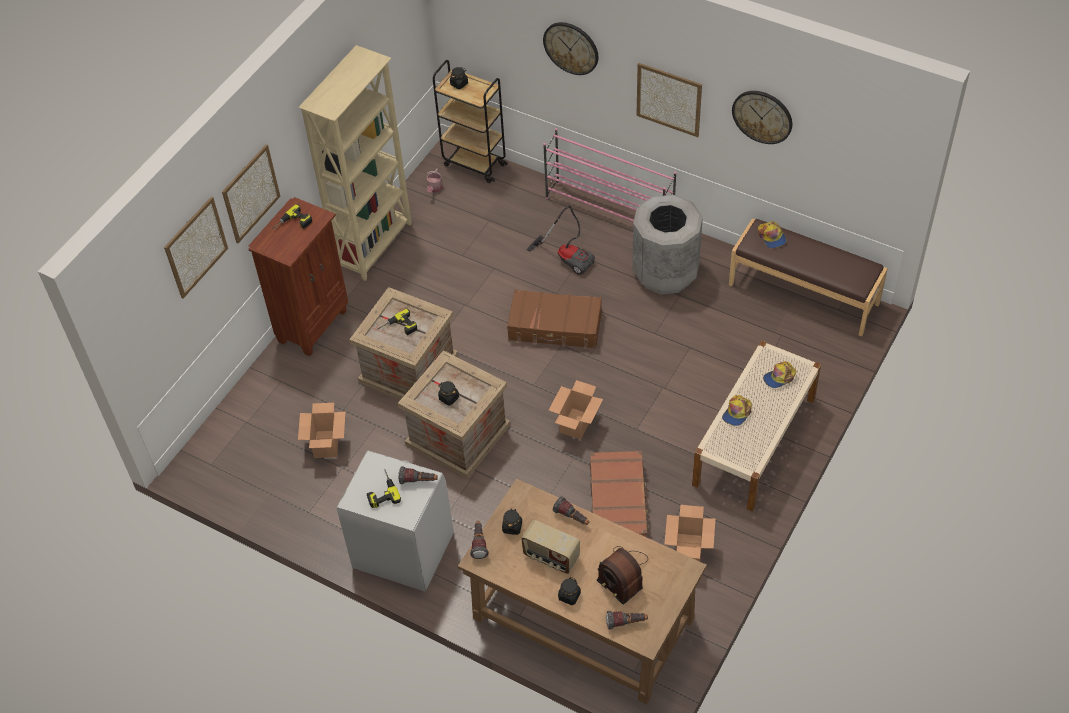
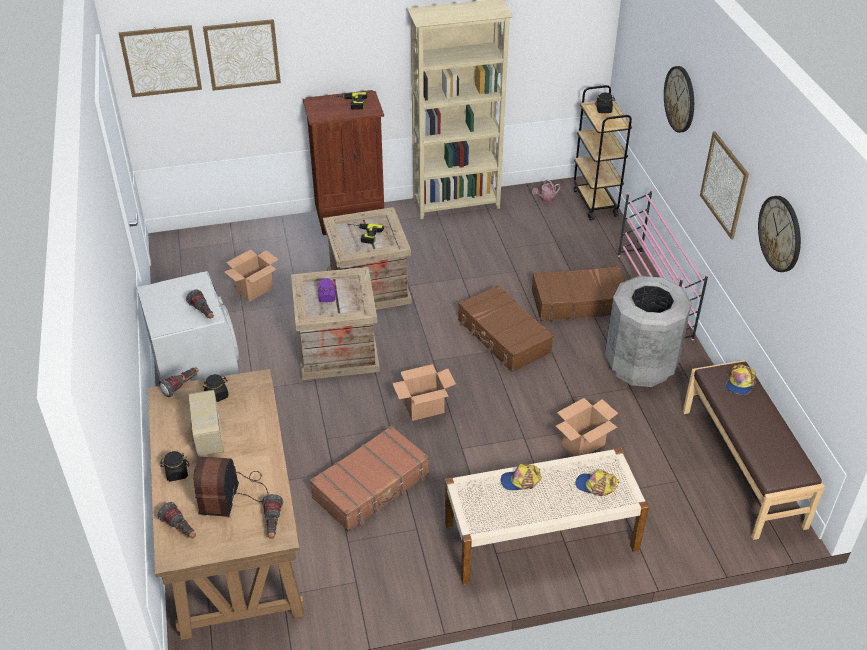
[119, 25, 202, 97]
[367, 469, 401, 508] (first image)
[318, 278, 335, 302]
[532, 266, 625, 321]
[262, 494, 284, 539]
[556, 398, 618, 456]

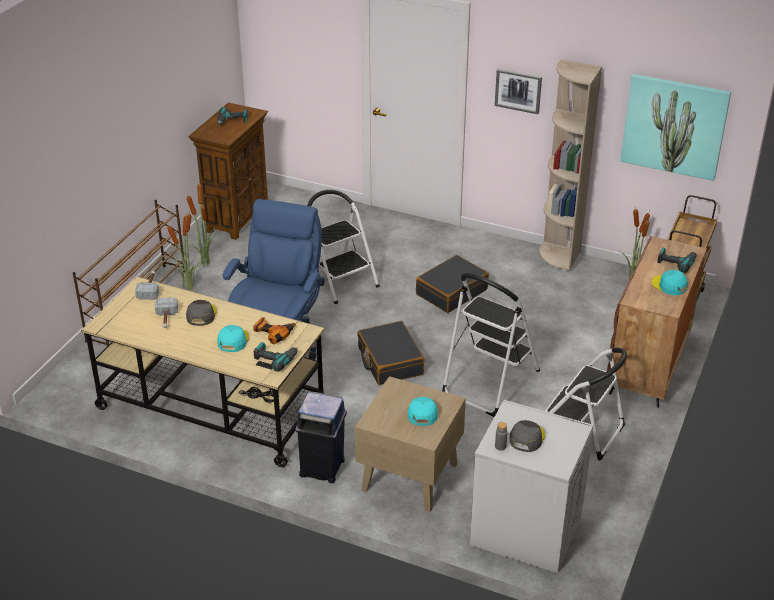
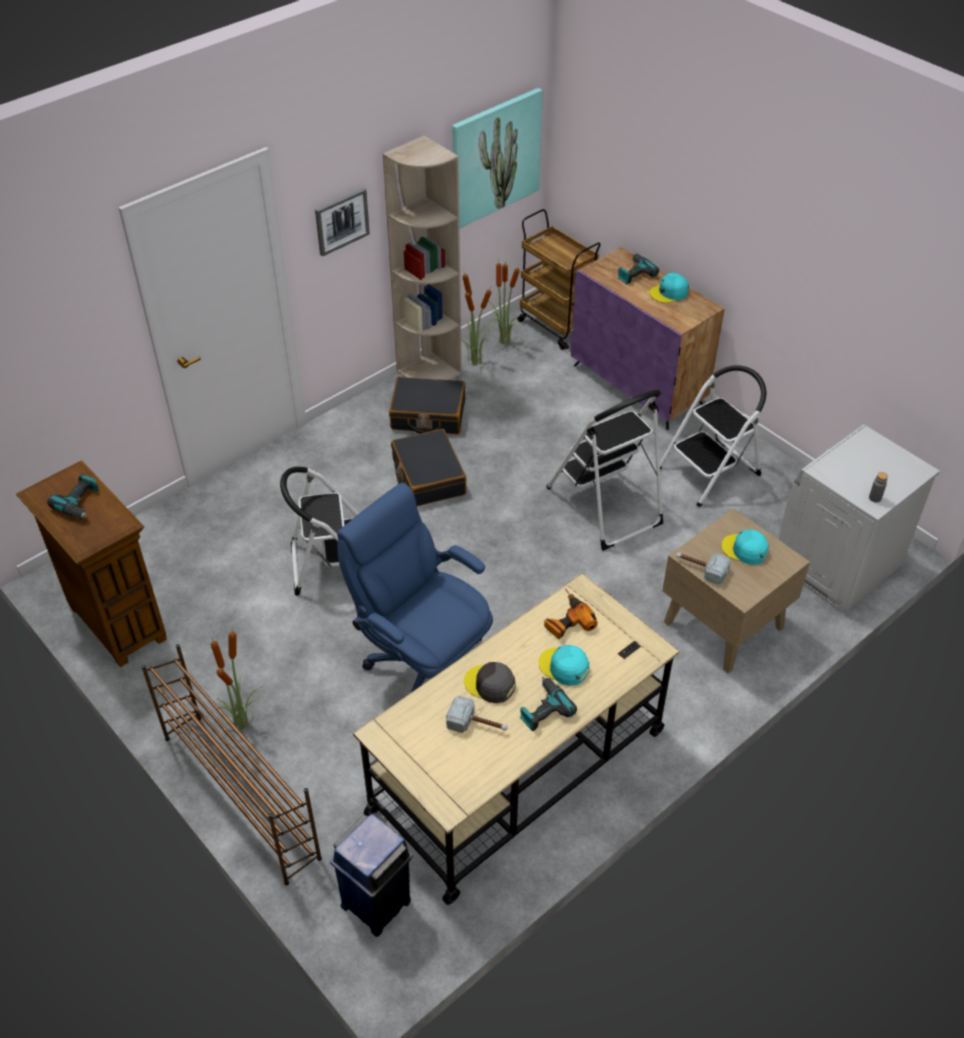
[676, 552, 731, 585]
[461, 272, 495, 365]
[520, 677, 577, 731]
[330, 814, 413, 937]
[389, 377, 465, 434]
[509, 420, 545, 452] (first image)
[571, 247, 724, 430]

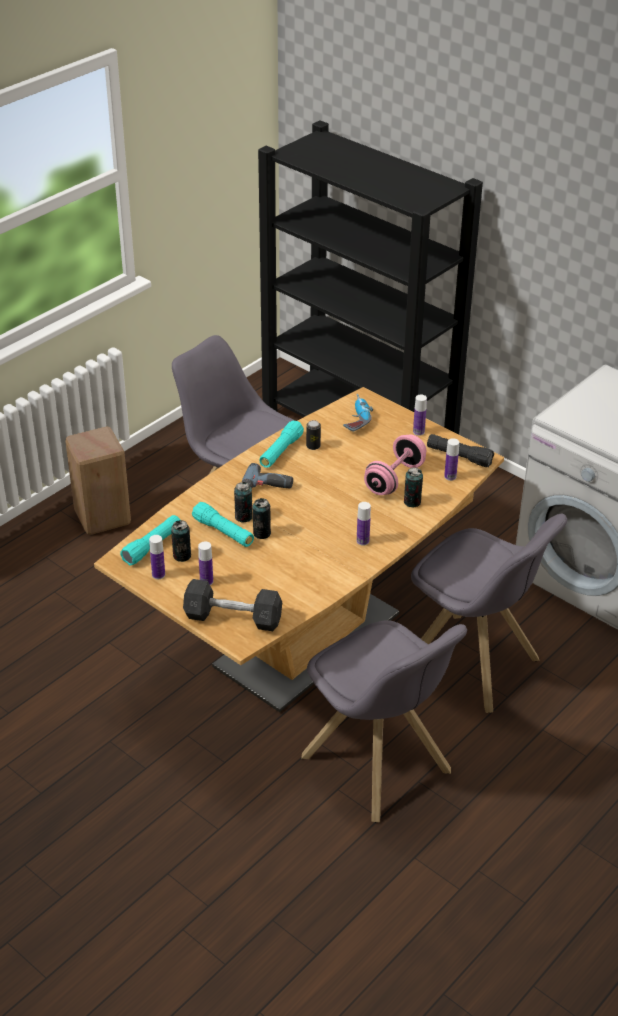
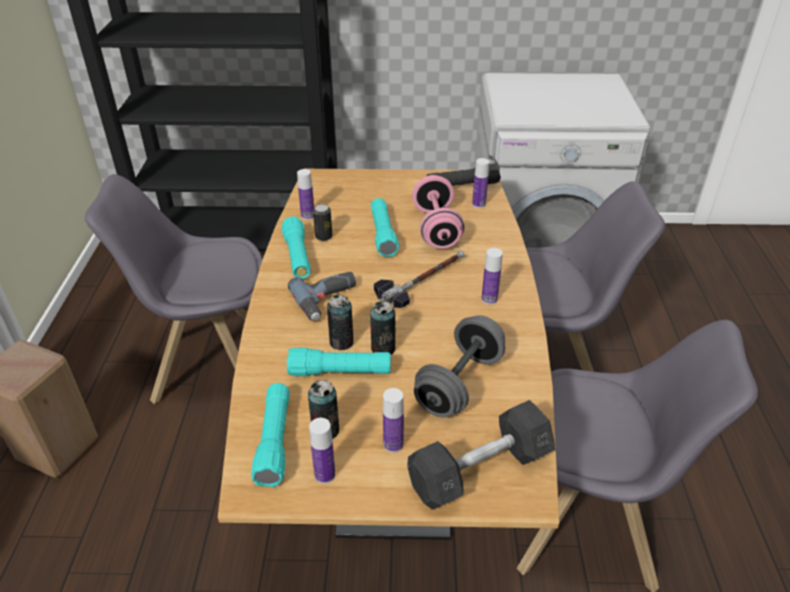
[343, 394, 373, 431] (first image)
[404, 468, 423, 508] (first image)
[297, 169, 314, 220]
[371, 198, 399, 257]
[374, 250, 465, 308]
[414, 315, 505, 417]

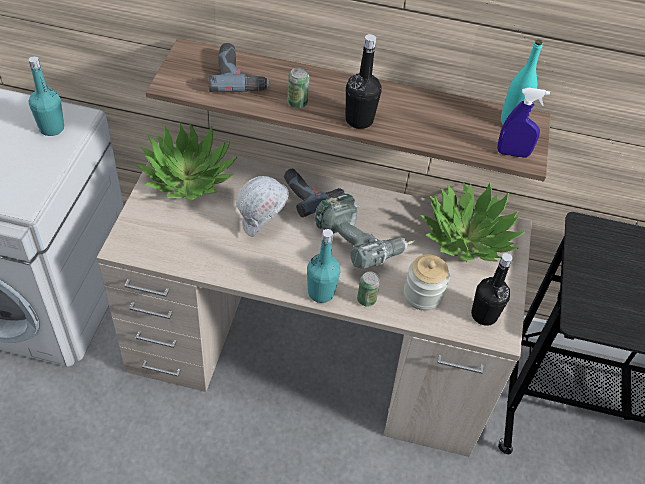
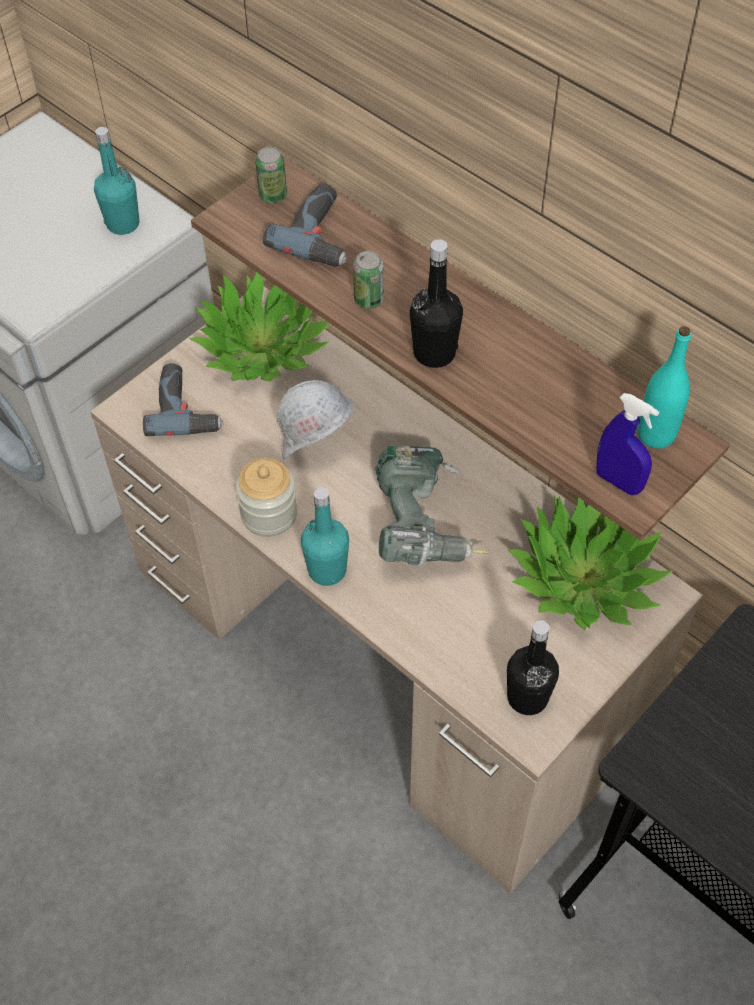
[143, 363, 224, 436]
[255, 147, 287, 203]
[236, 458, 297, 537]

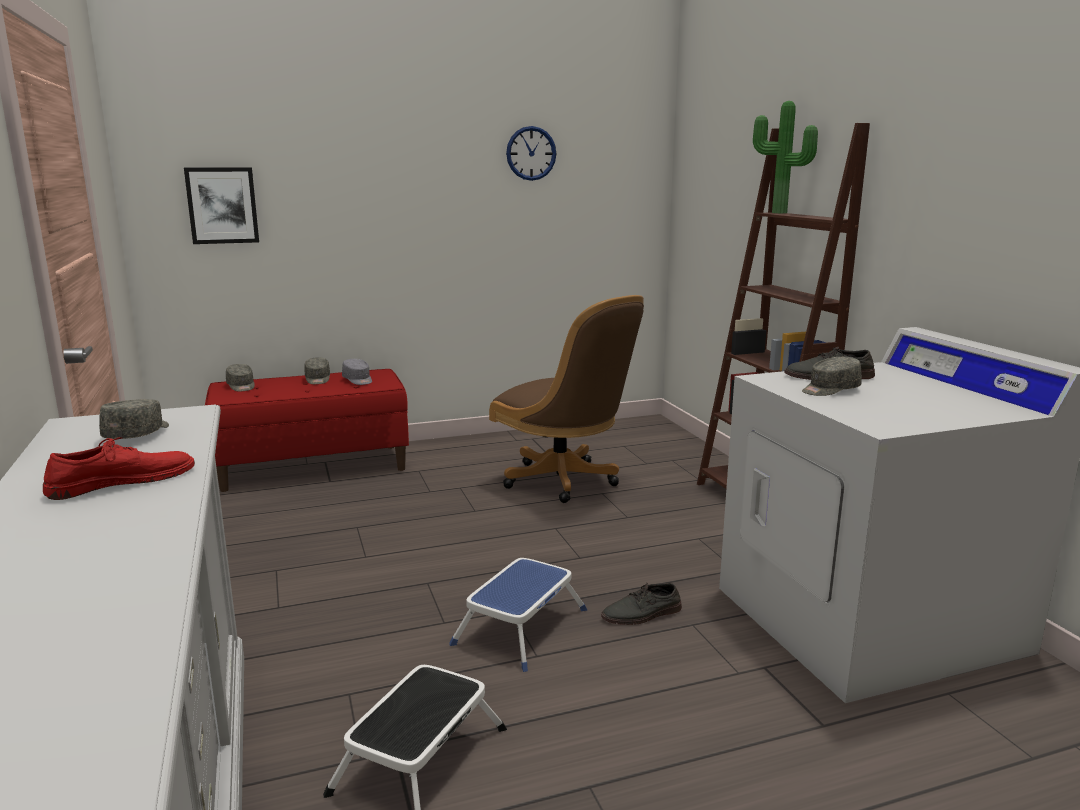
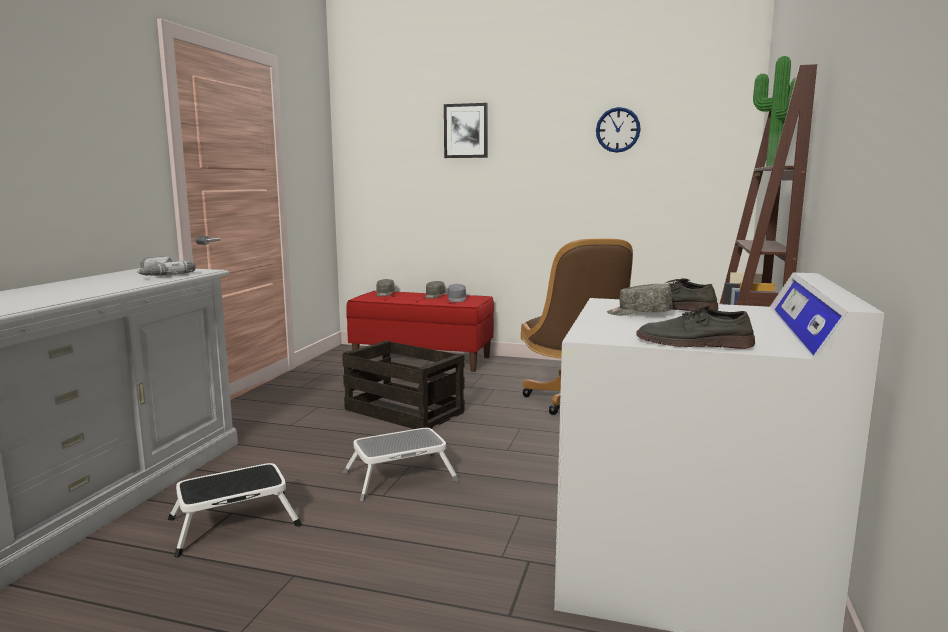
[43, 437, 195, 500] (first image)
[137, 256, 196, 276]
[444, 103, 488, 158]
[343, 428, 459, 501]
[636, 305, 755, 349]
[342, 340, 465, 429]

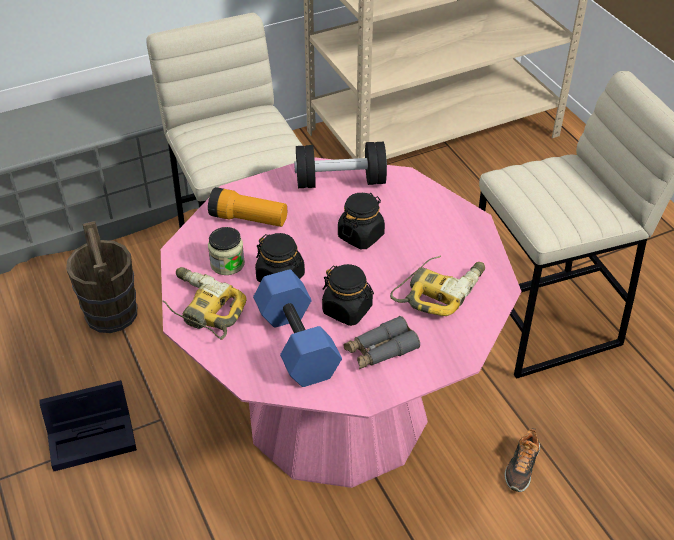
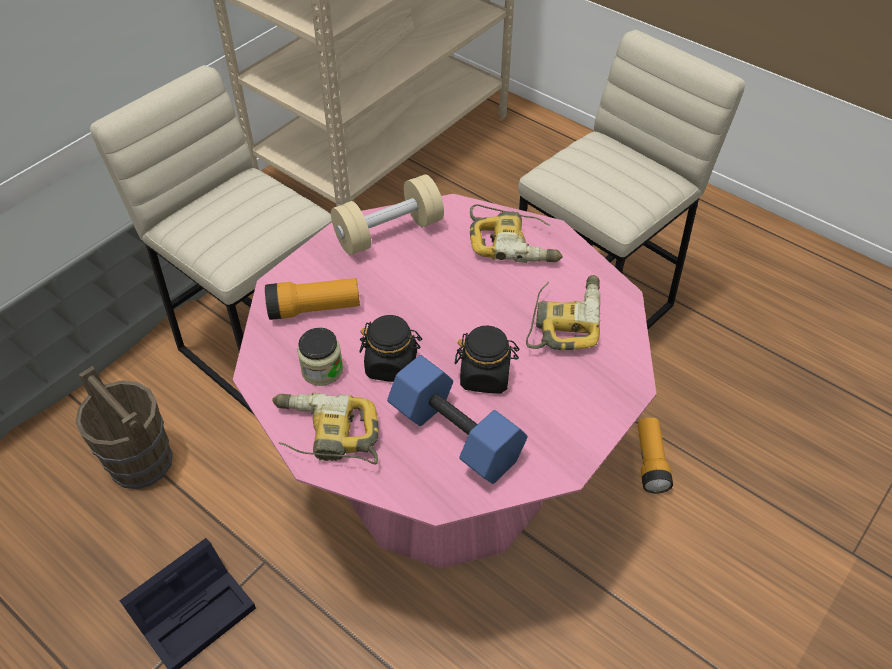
[331, 174, 444, 255]
[338, 193, 385, 249] (first image)
[343, 316, 420, 369] (first image)
[638, 417, 673, 494]
[470, 204, 563, 263]

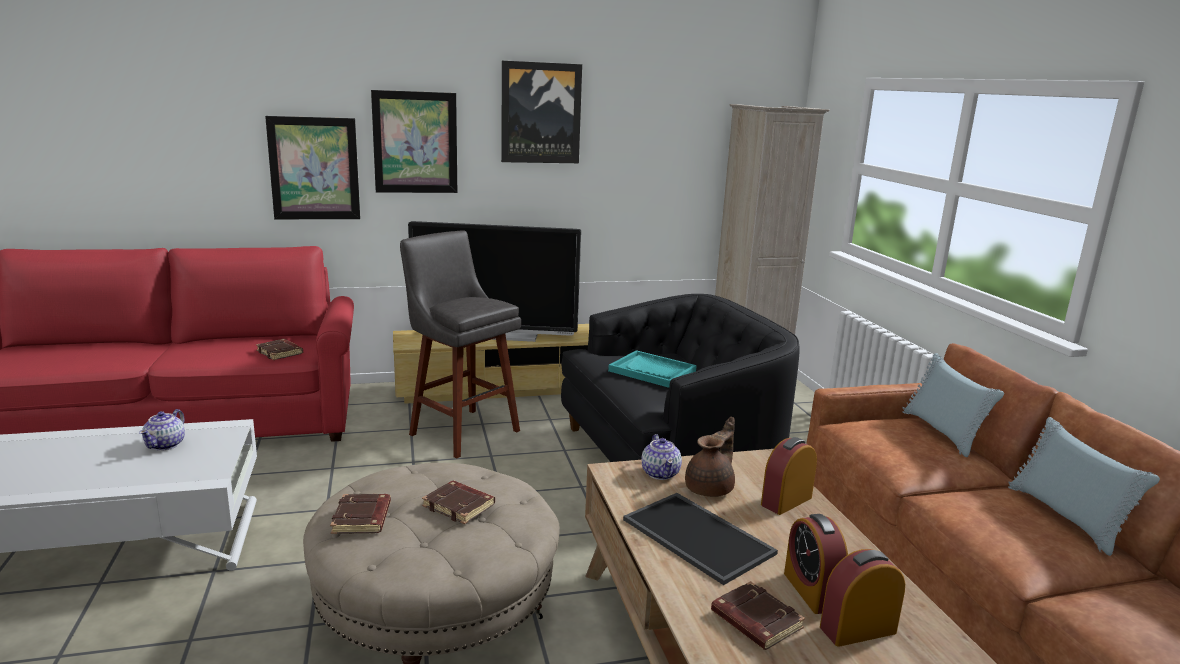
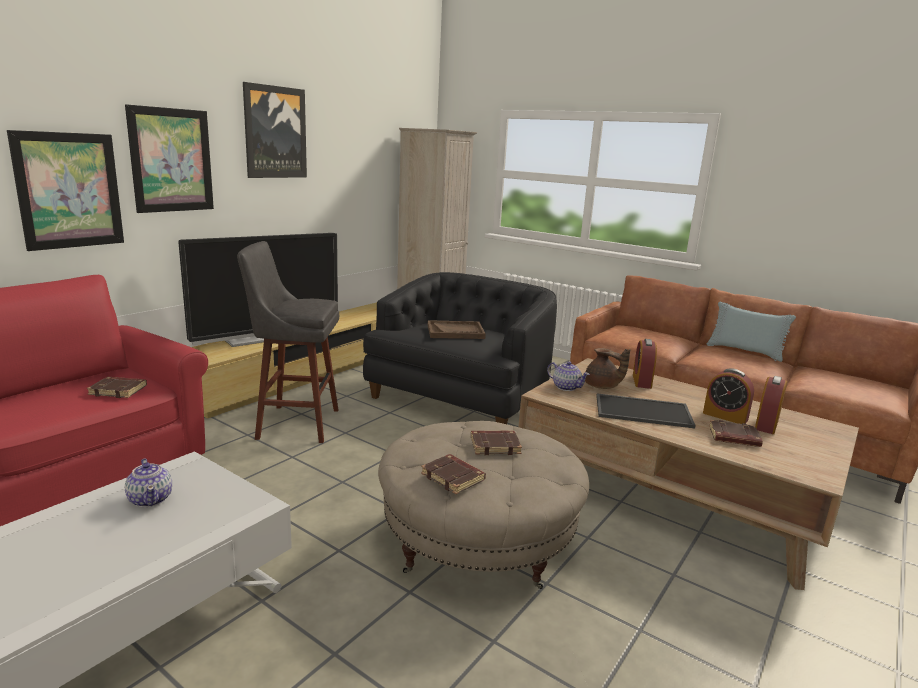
[428, 320, 486, 339]
[585, 348, 630, 389]
[902, 353, 1004, 457] (first image)

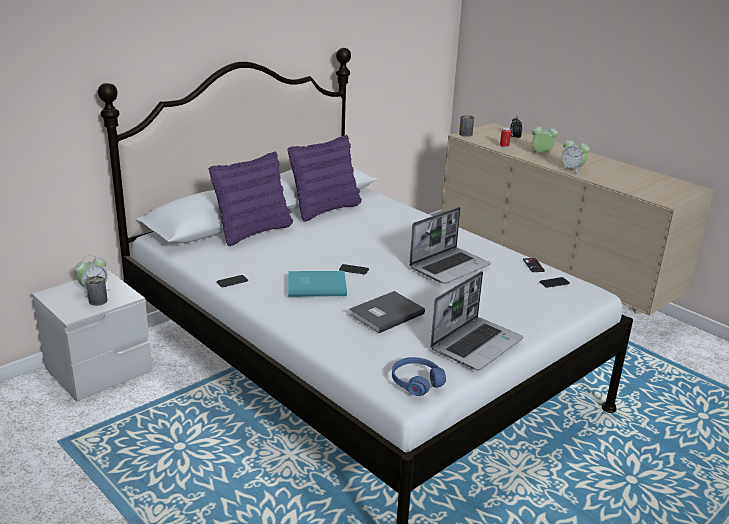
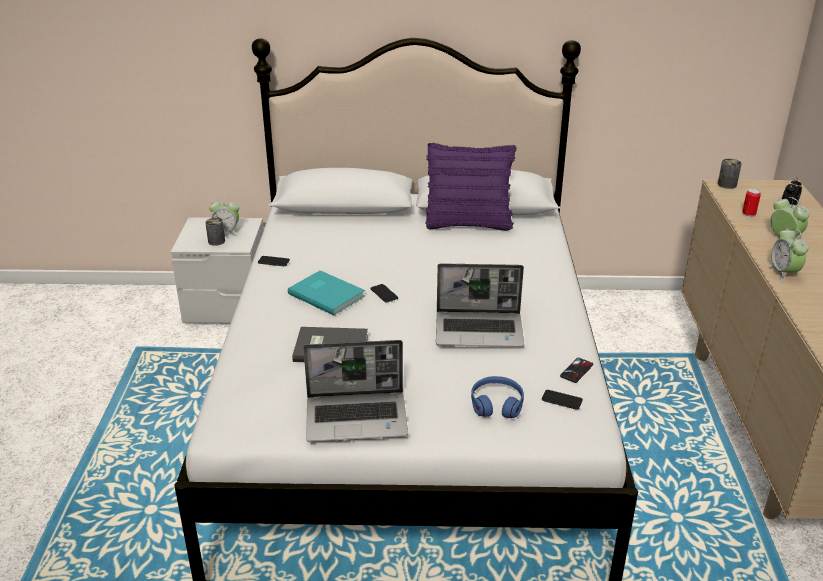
[208, 151, 293, 246] (first image)
[471, 376, 524, 418]

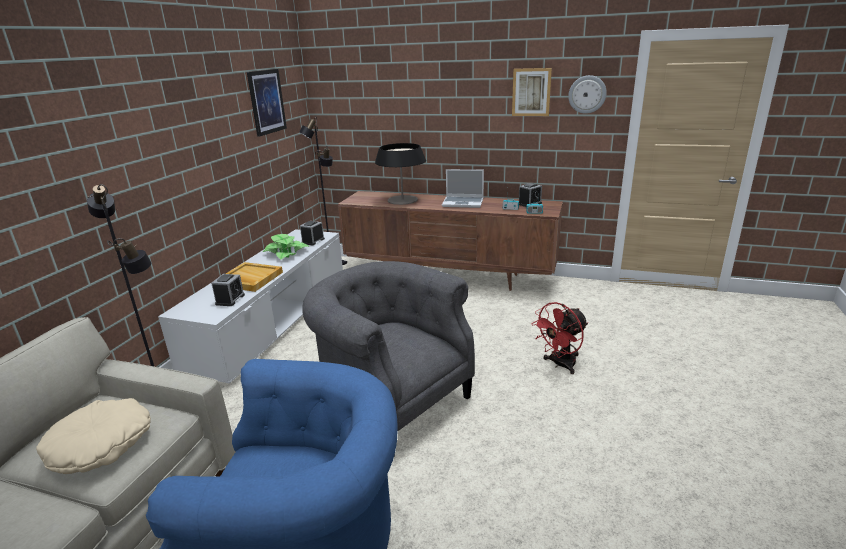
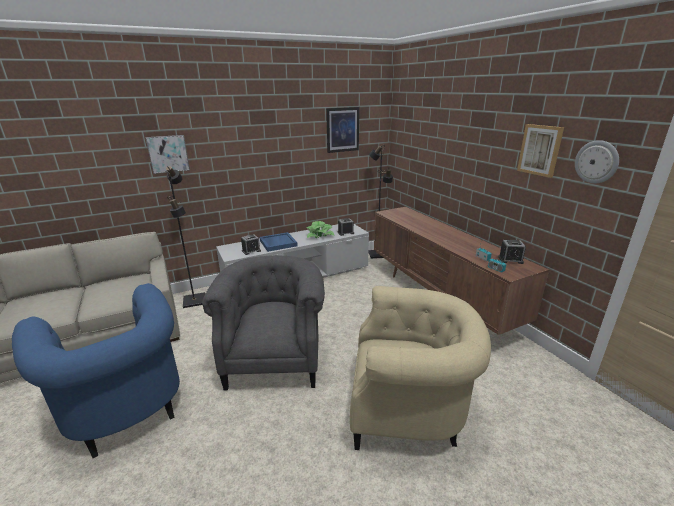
[36, 398, 151, 474] (first image)
[260, 232, 298, 252]
[375, 143, 426, 205] (first image)
[442, 169, 484, 208] (first image)
[350, 286, 491, 450]
[145, 135, 190, 174]

